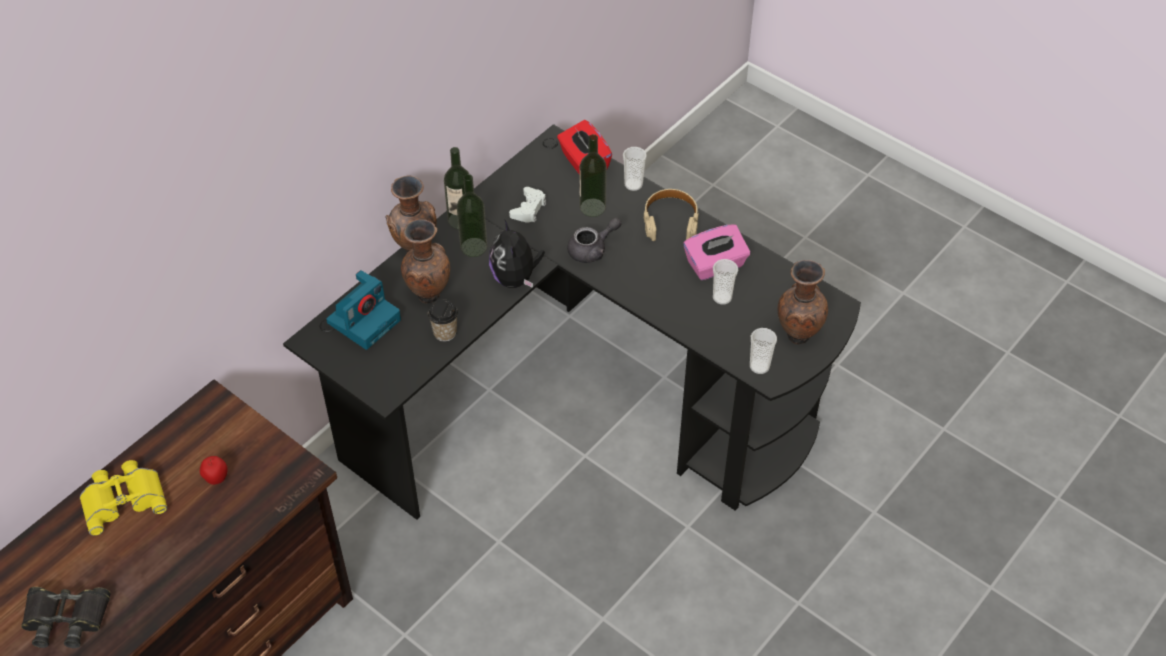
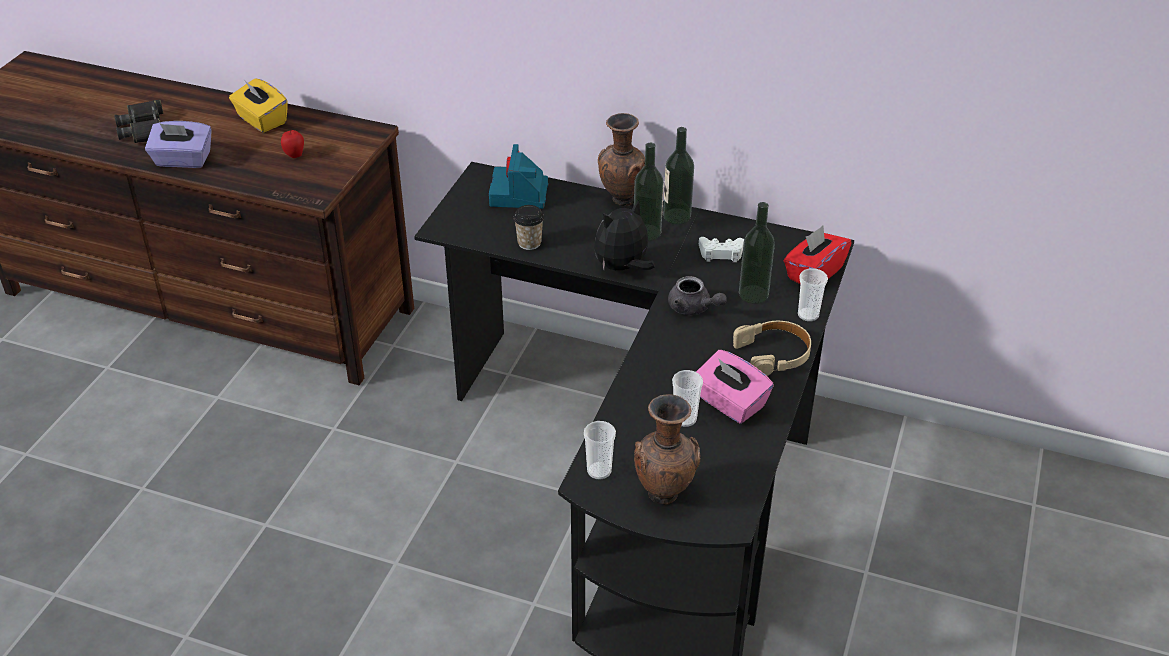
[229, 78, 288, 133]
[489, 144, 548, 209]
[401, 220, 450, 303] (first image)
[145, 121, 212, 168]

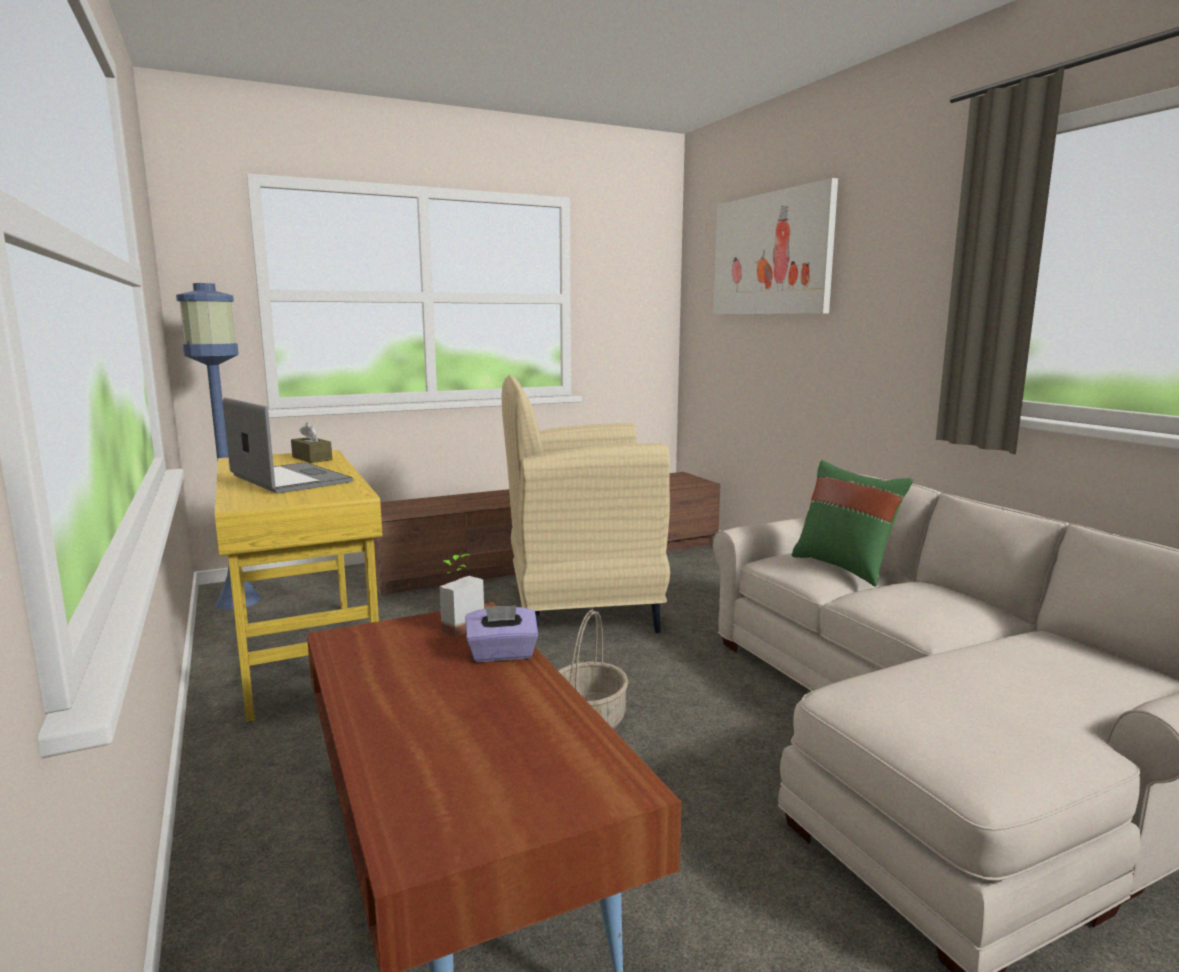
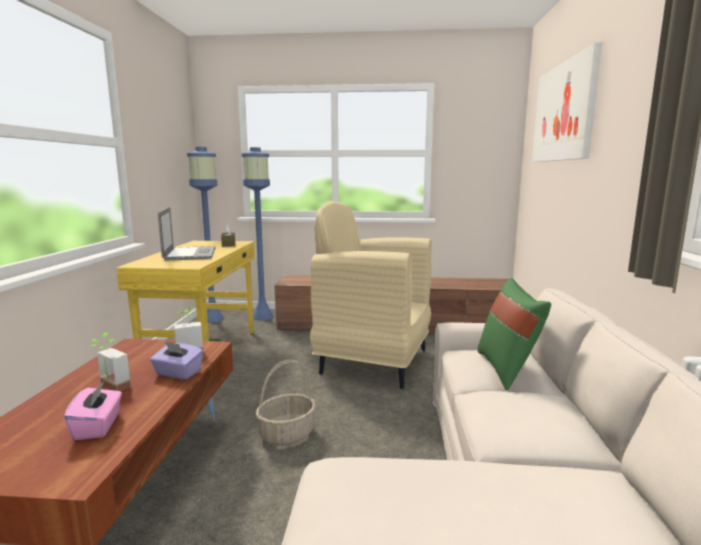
[64, 381, 122, 440]
[90, 333, 131, 391]
[242, 147, 274, 320]

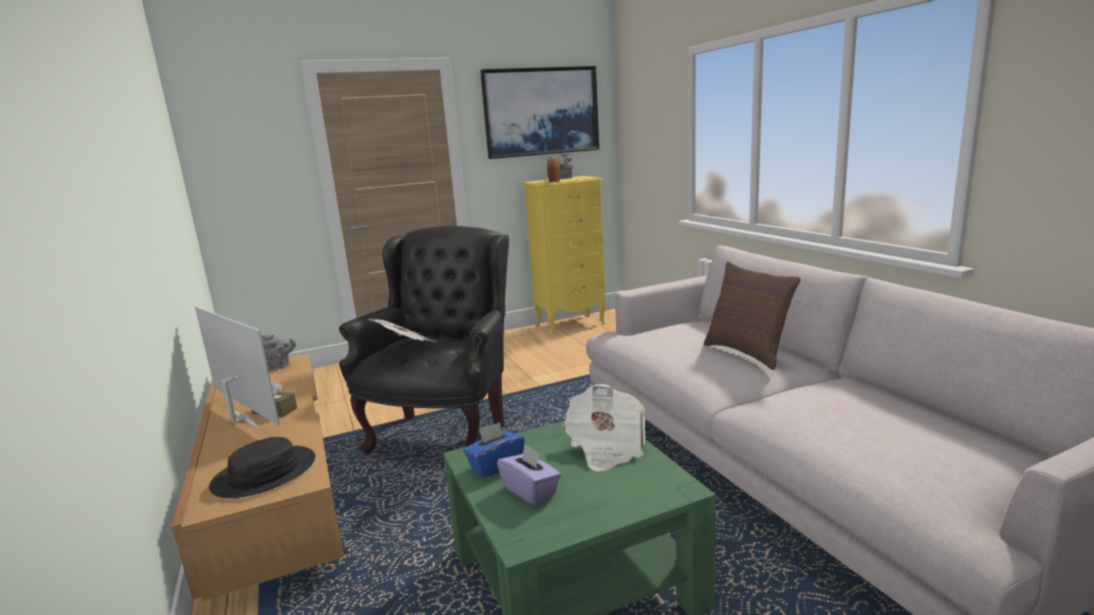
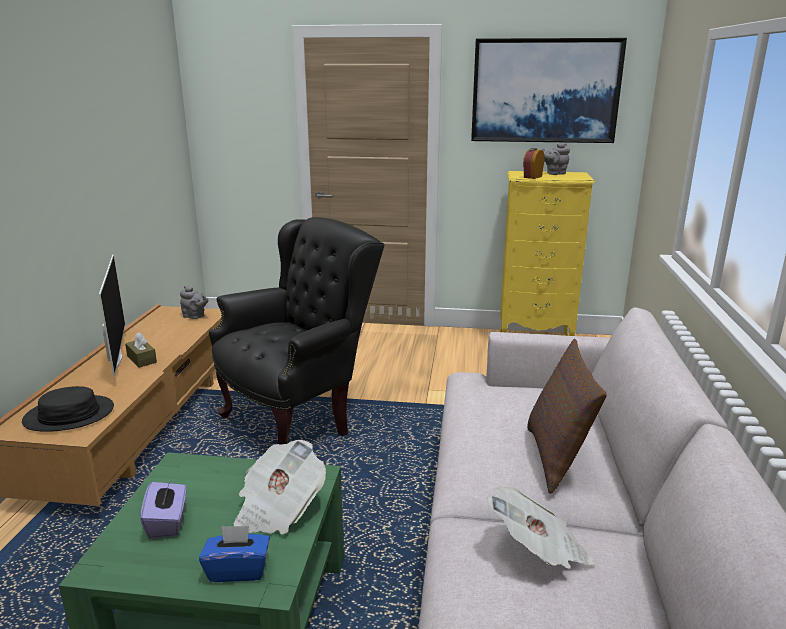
[487, 487, 595, 569]
[199, 526, 270, 582]

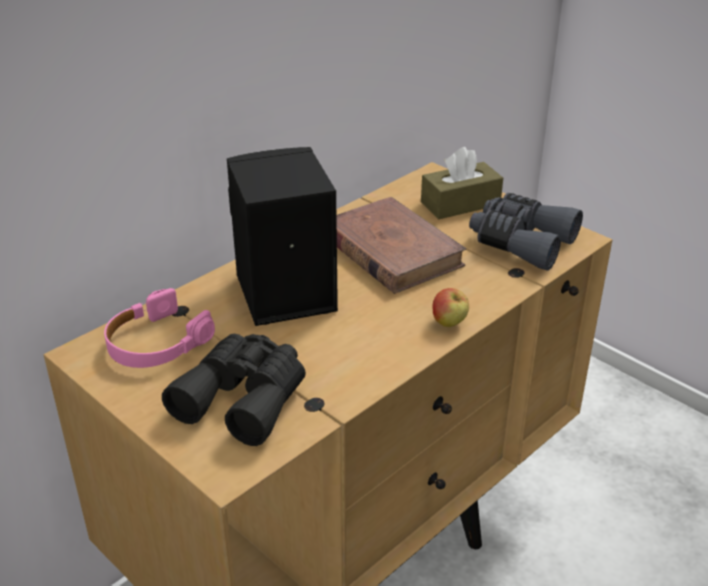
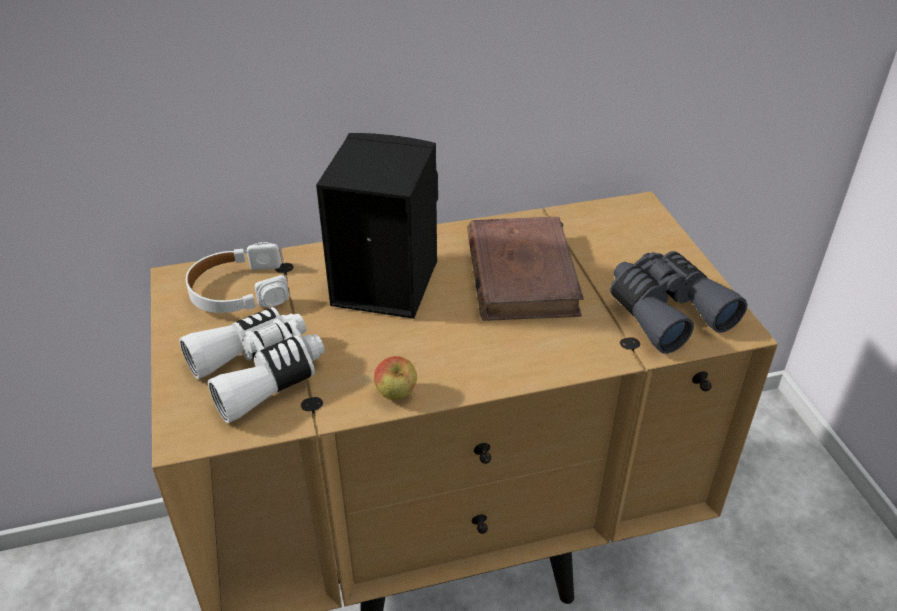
[186, 242, 289, 313]
[179, 307, 325, 423]
[421, 147, 503, 219] (first image)
[374, 356, 417, 400]

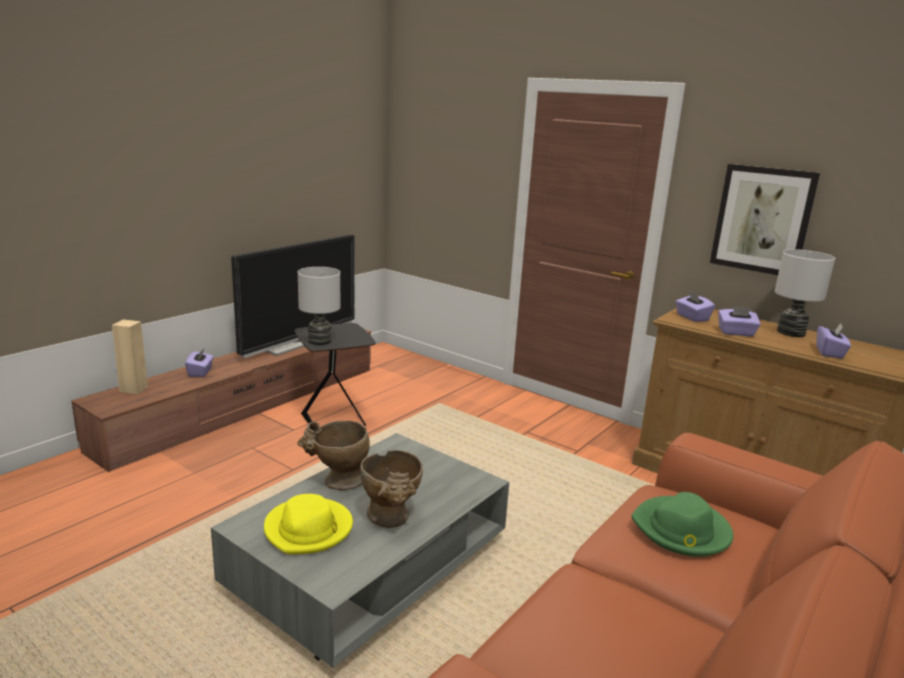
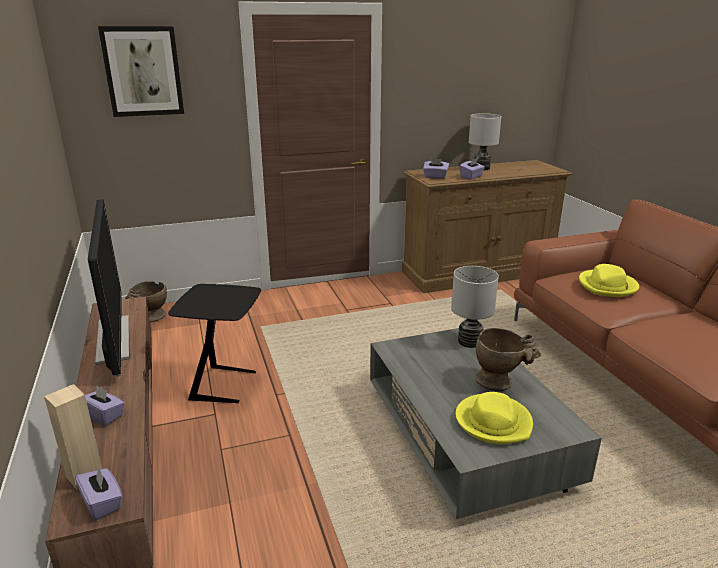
[125, 281, 167, 322]
[451, 266, 499, 348]
[579, 264, 639, 297]
[98, 26, 184, 117]
[75, 466, 122, 520]

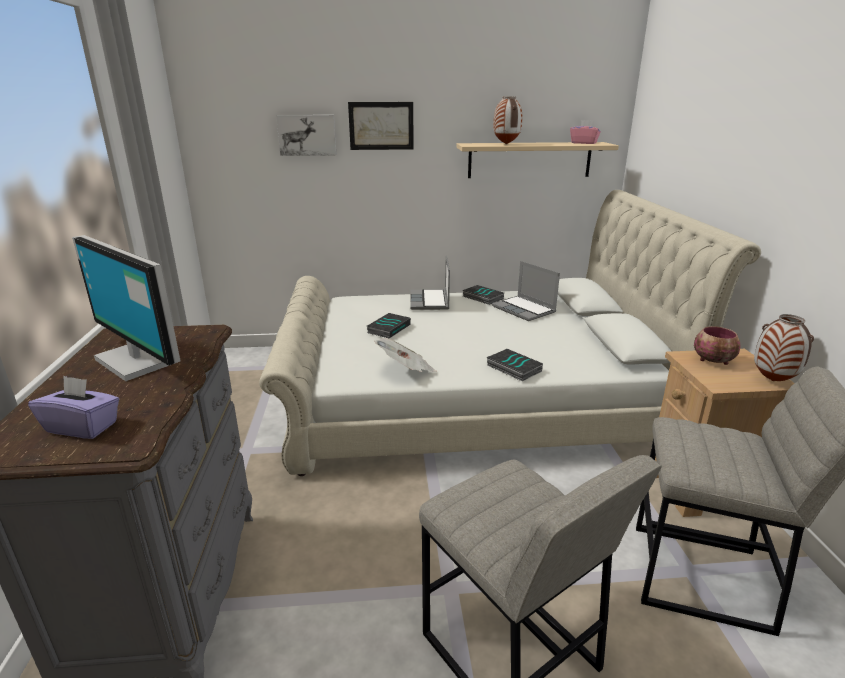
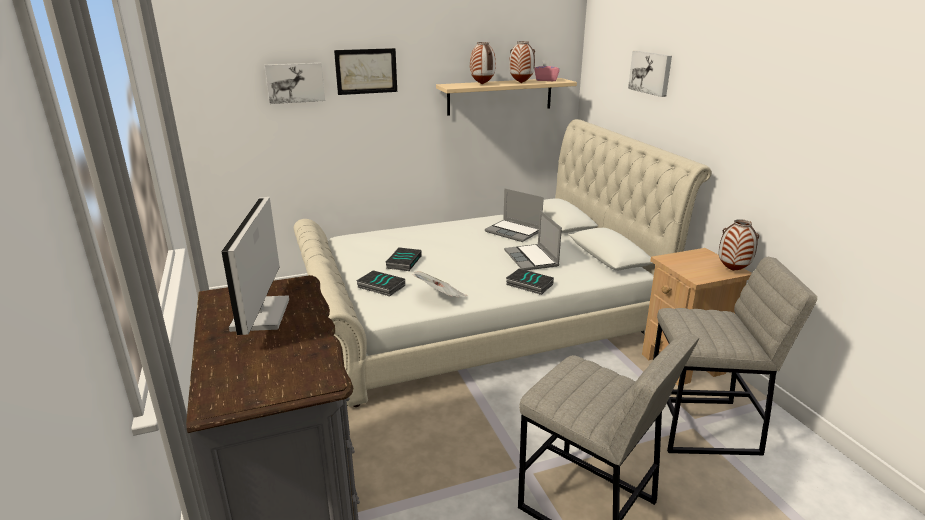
[28, 376, 119, 439] (first image)
[221, 197, 289, 335]
[504, 210, 562, 270]
[356, 270, 405, 296]
[694, 326, 740, 365] (first image)
[509, 41, 535, 83]
[628, 51, 672, 97]

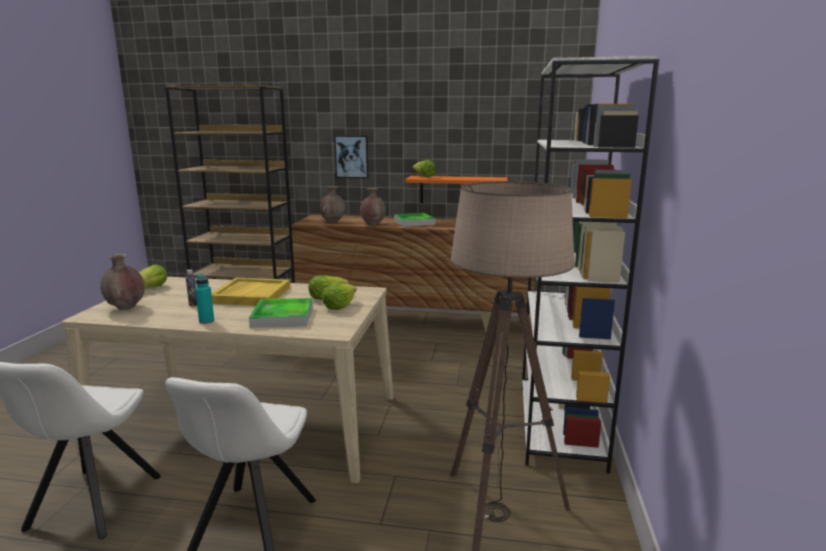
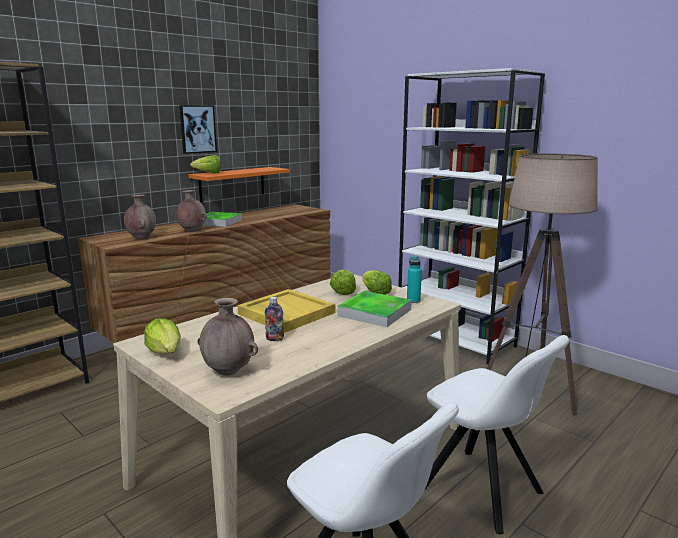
[407, 256, 422, 303]
[179, 105, 217, 154]

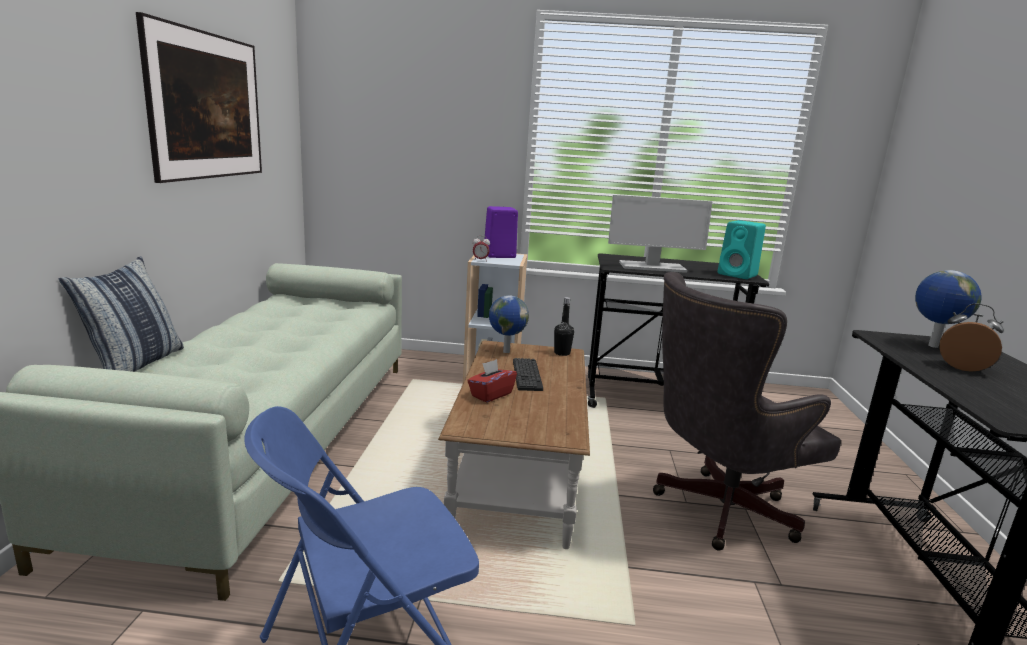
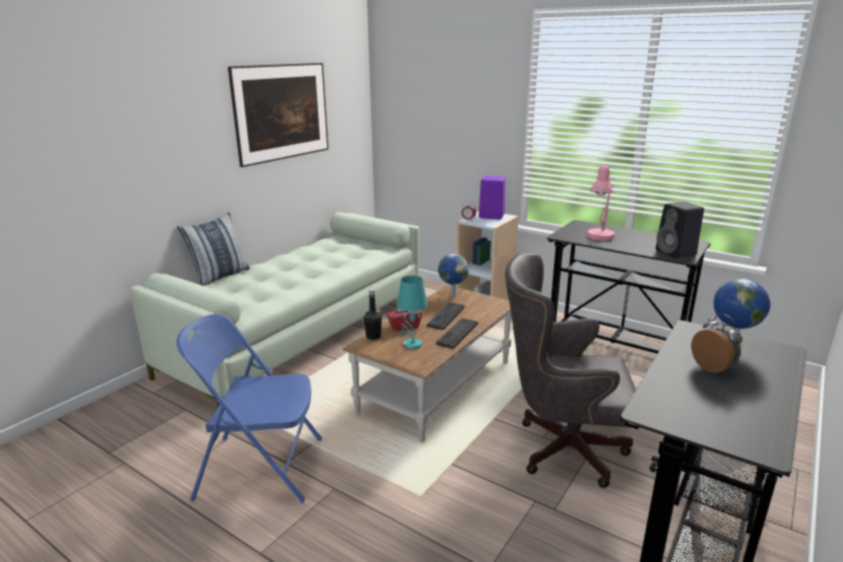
[364, 289, 382, 340]
[586, 165, 615, 241]
[656, 201, 704, 258]
[397, 276, 428, 349]
[436, 318, 478, 349]

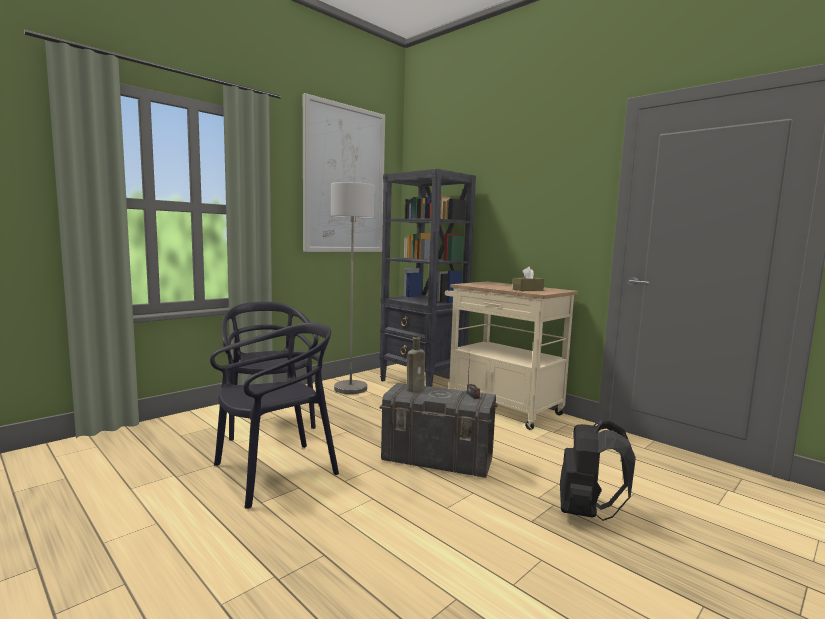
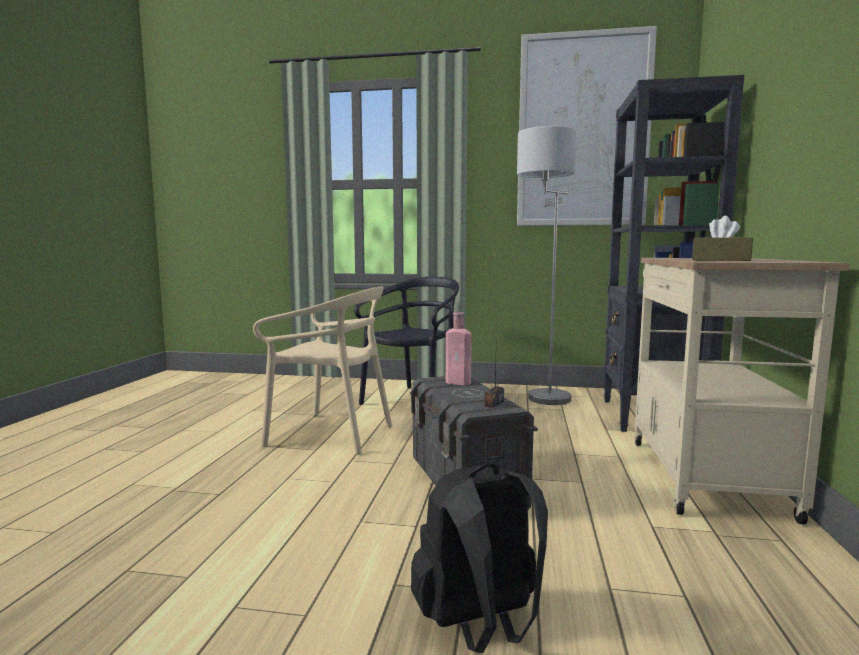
[253, 287, 392, 454]
[446, 312, 472, 386]

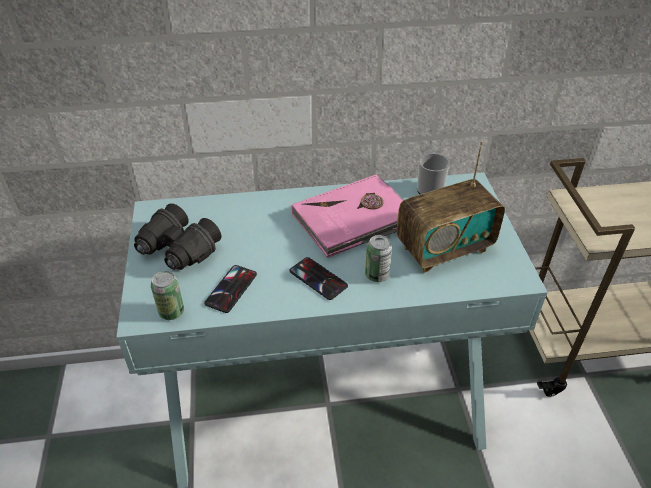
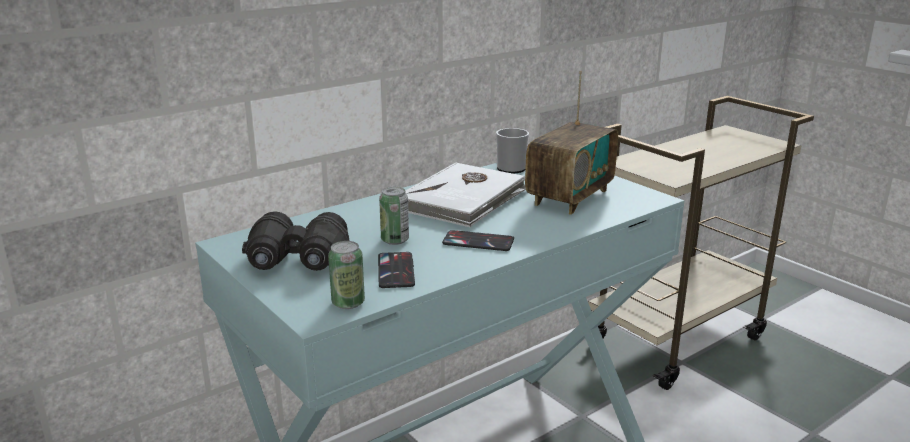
[405, 162, 526, 227]
[379, 187, 409, 245]

